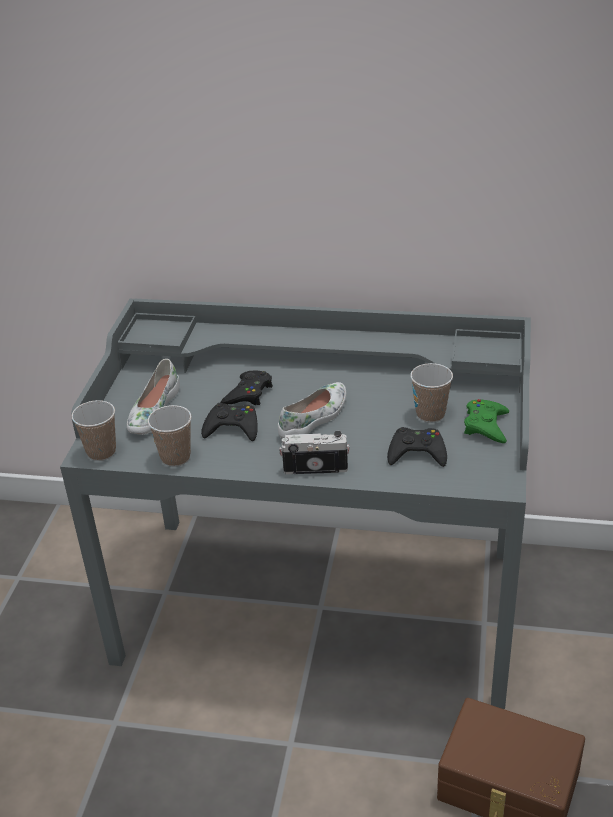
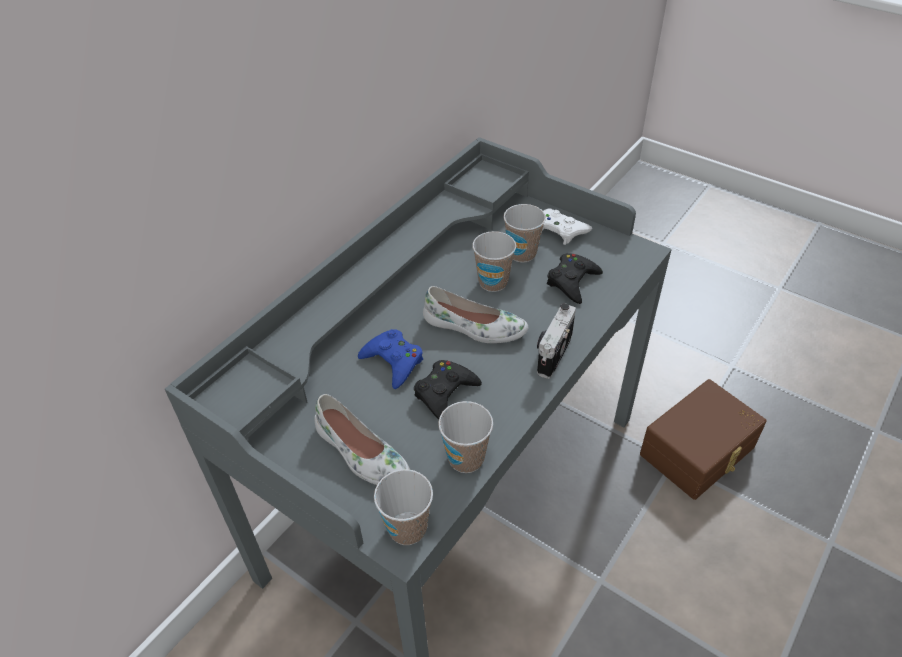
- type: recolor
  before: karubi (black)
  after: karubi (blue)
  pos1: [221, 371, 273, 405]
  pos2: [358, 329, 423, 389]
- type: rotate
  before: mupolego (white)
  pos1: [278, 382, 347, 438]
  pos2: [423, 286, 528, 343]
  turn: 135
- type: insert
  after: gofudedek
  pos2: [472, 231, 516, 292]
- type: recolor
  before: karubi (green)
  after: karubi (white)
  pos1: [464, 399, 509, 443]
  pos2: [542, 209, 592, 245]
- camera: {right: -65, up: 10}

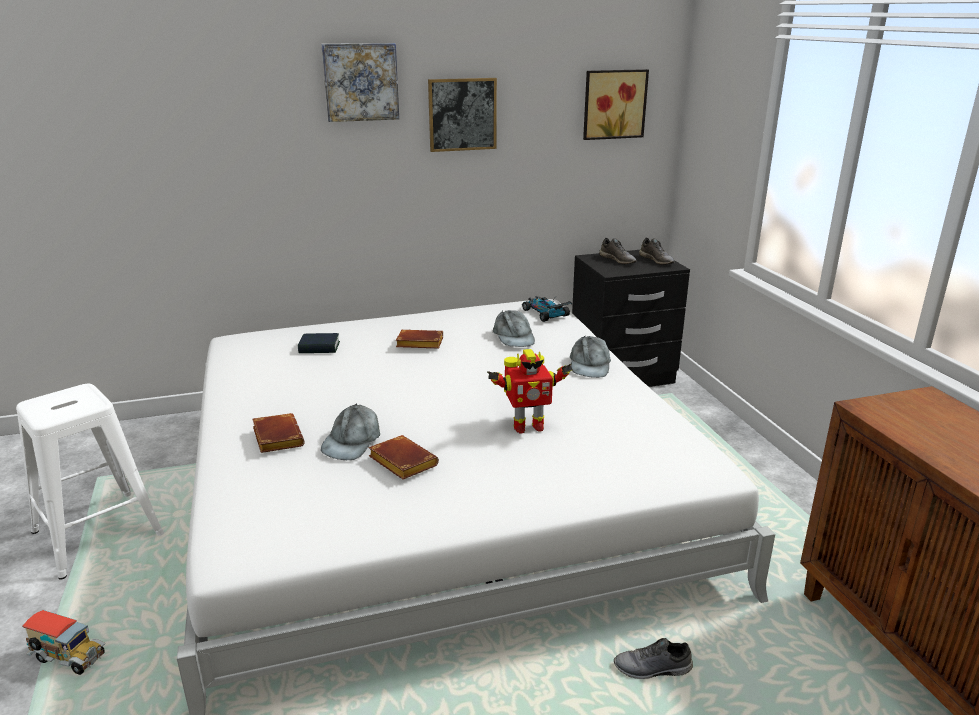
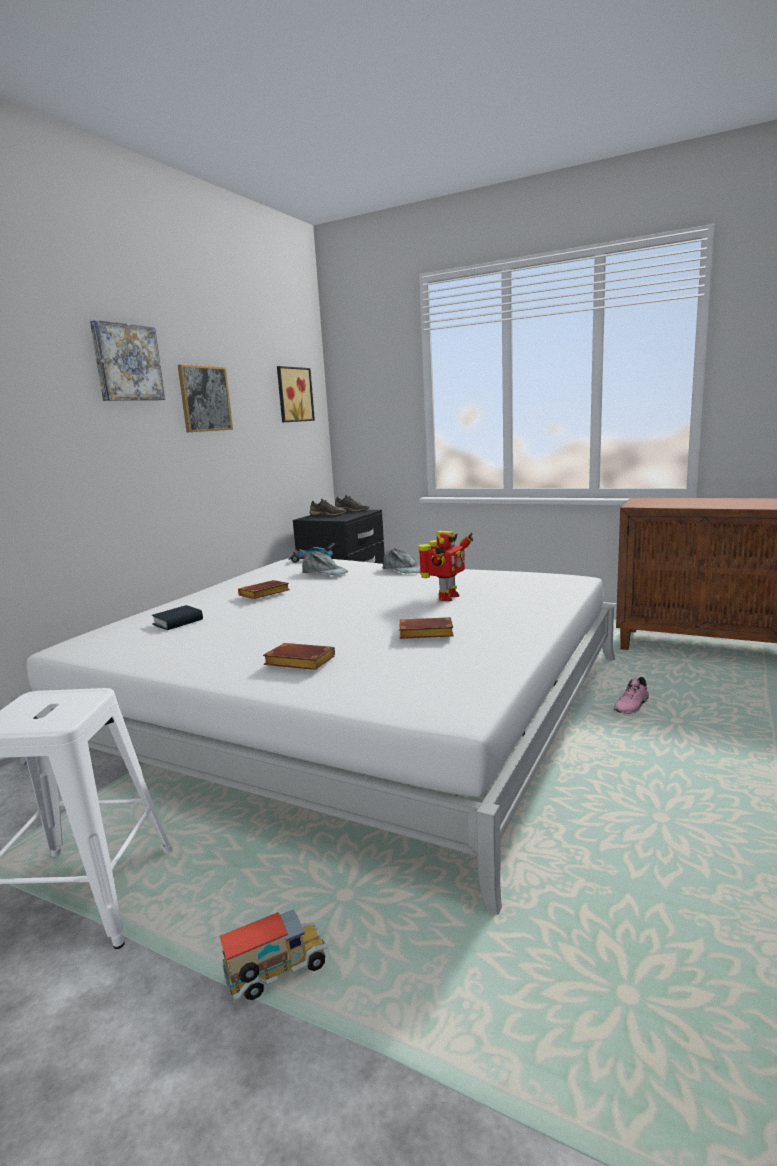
- type: recolor
  before: mupolego (grey)
  after: mupolego (pink)
  pos1: [614, 638, 693, 679]
  pos2: [614, 677, 649, 714]
- type: delete
  before: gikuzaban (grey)
  pos1: [321, 403, 380, 460]
- camera: {right: -45, up: -10}

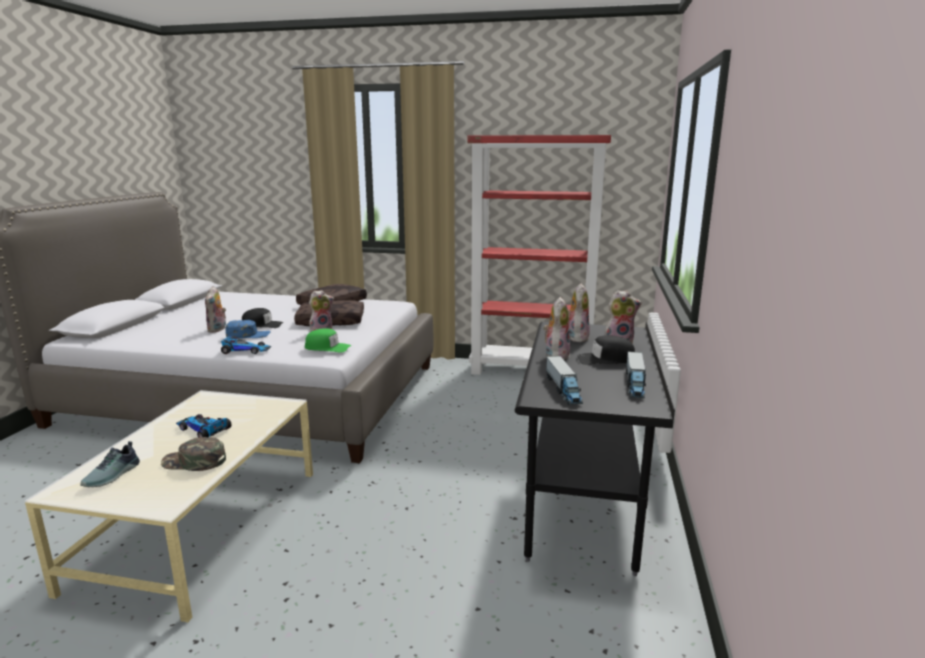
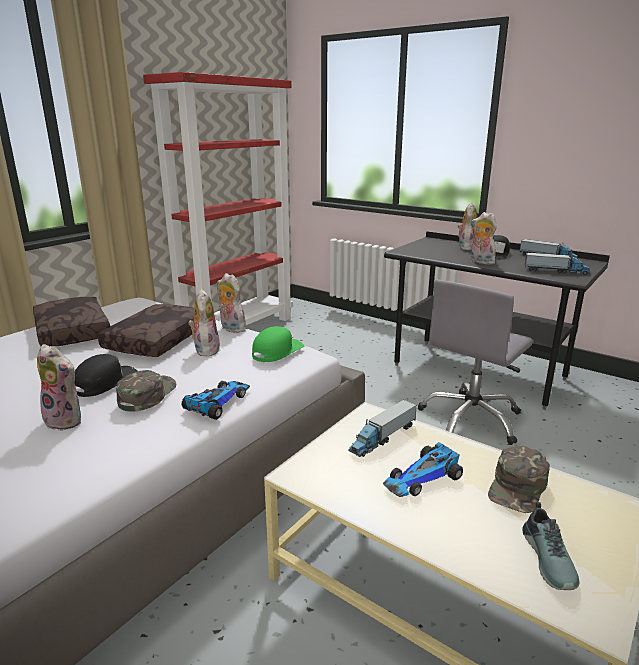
- type: recolor
  before: gikuzaban (blue)
  after: gikuzaban (green)
  pos1: [226, 320, 271, 339]
  pos2: [116, 370, 176, 411]
- type: move
  before: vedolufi
  pos1: [568, 284, 590, 342]
  pos2: [217, 273, 246, 333]
- type: insert
  after: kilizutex
  pos2: [349, 399, 417, 457]
- type: insert
  after: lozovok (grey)
  pos2: [418, 280, 533, 445]
- type: rotate
  before: mupolego
  pos1: [80, 441, 140, 487]
  pos2: [522, 502, 580, 590]
  turn: 45
- camera: {right: -65, up: 5}

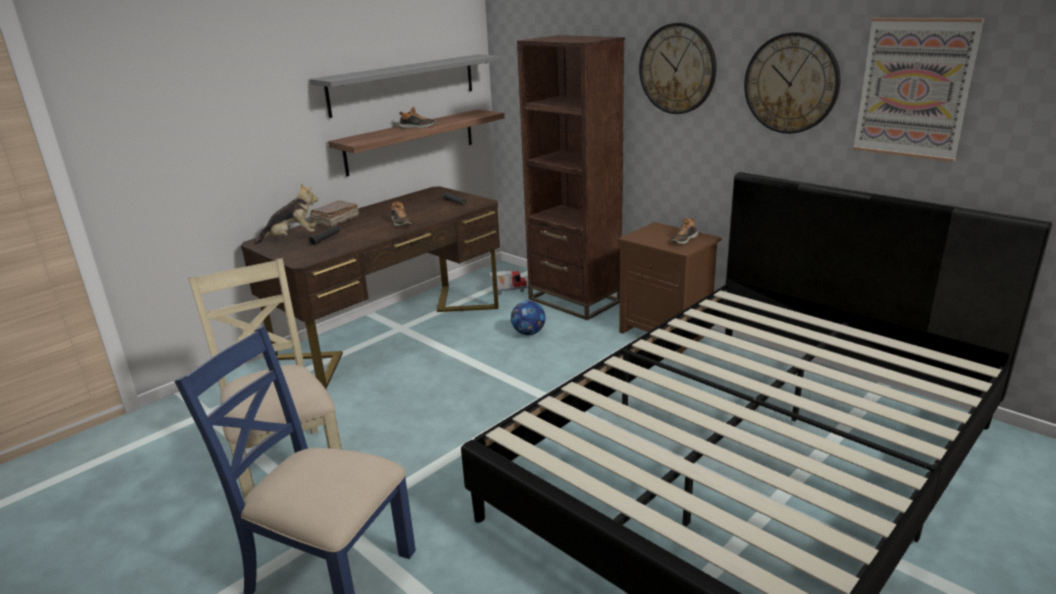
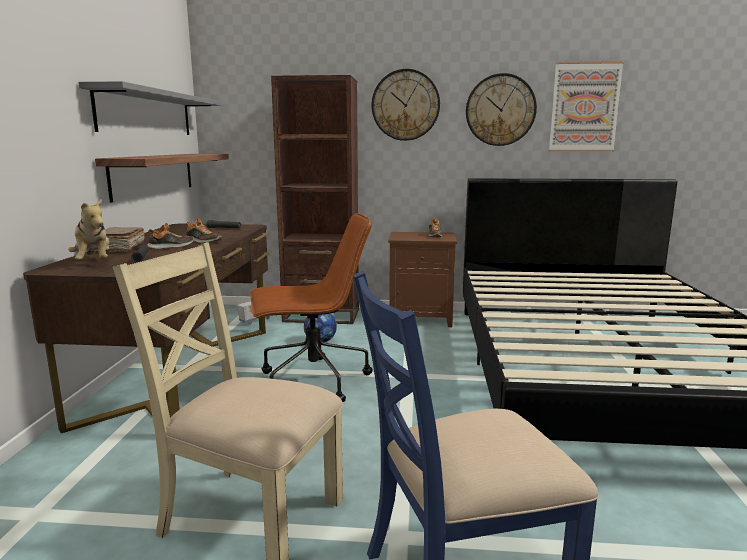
- type: rotate
  before: vedolufi
  pos1: [254, 184, 318, 245]
  pos2: [68, 199, 109, 260]
  turn: 120
- type: move
  before: mupolego
  pos1: [398, 107, 437, 128]
  pos2: [147, 223, 194, 249]
- type: insert
  after: lozovok (brown)
  pos2: [250, 213, 373, 402]
- camera: {right: -40, up: -10}

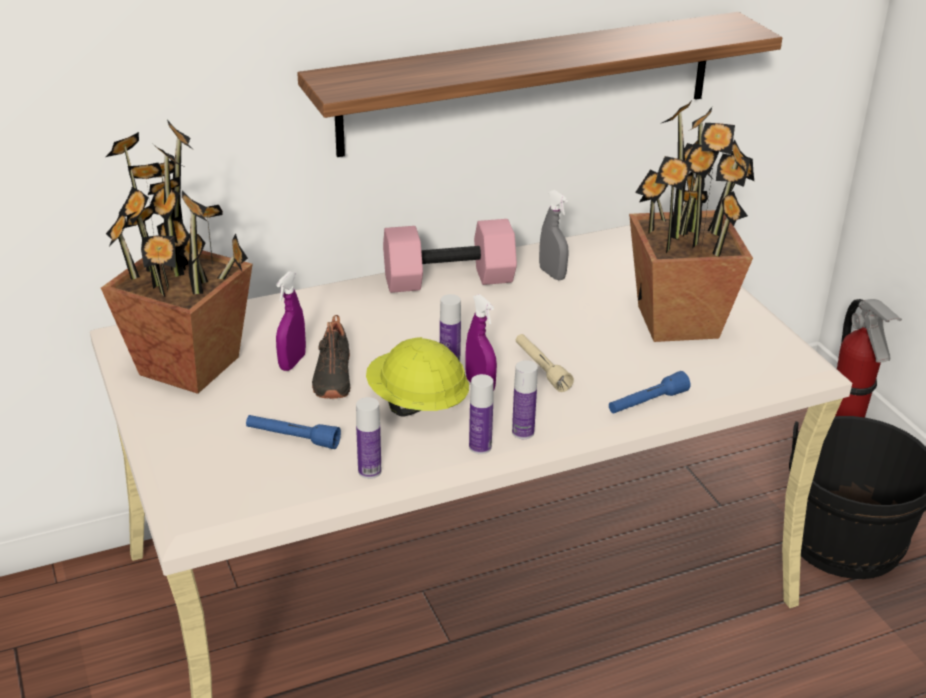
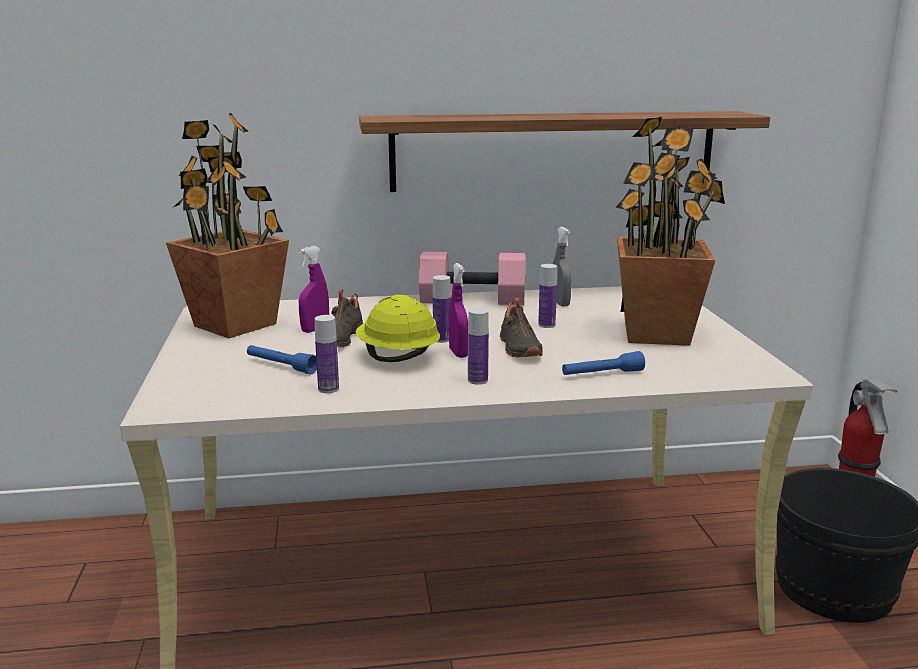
- type: replace
  before: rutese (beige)
  after: mupolego (black)
  pos1: [516, 334, 574, 392]
  pos2: [500, 298, 543, 357]
- type: move
  before: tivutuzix
  pos1: [469, 374, 493, 454]
  pos2: [538, 264, 557, 328]
- camera: {right: 15, up: -15}

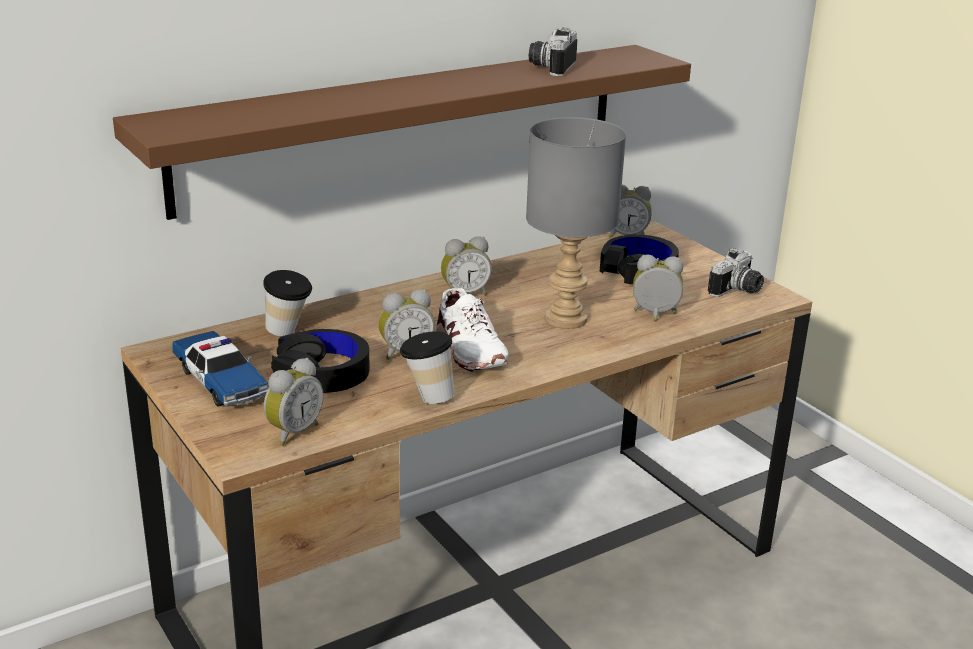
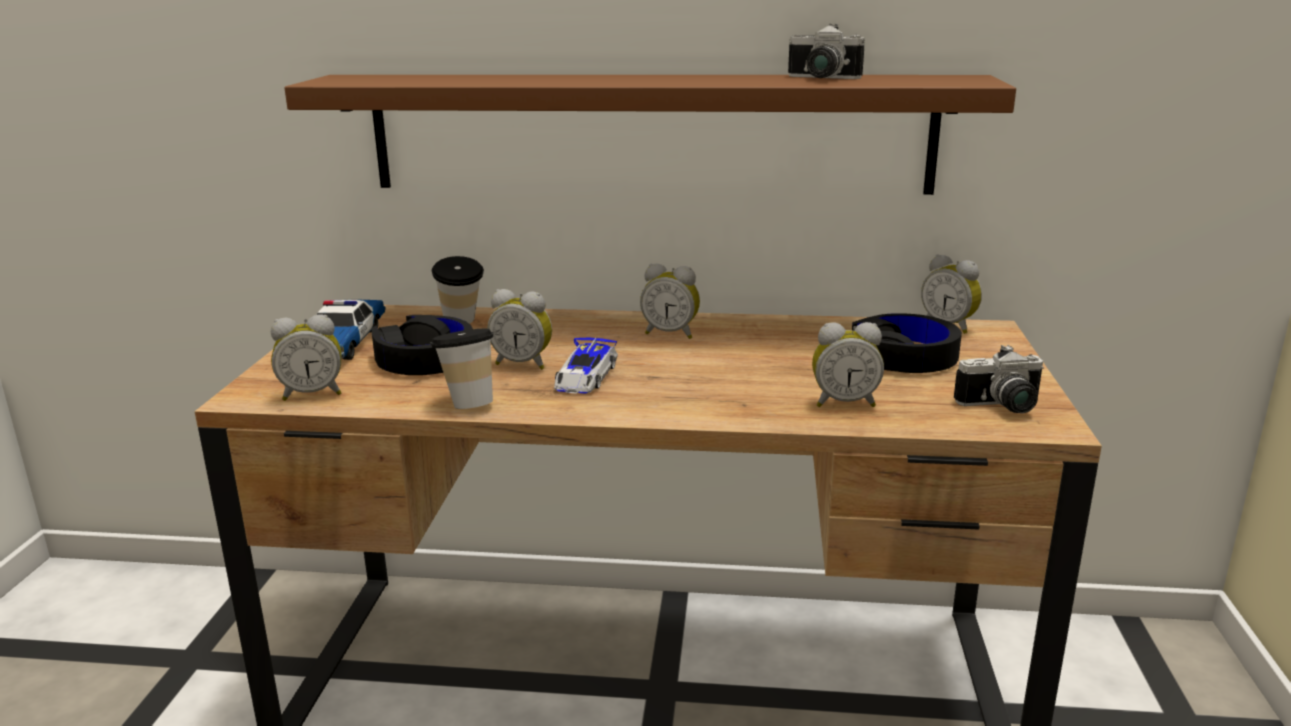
- type: replace
  before: mupolego (white)
  after: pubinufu
  pos1: [436, 288, 509, 372]
  pos2: [554, 338, 618, 394]
- type: rotate
  before: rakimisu
  pos1: [529, 27, 578, 76]
  pos2: [788, 24, 865, 79]
  turn: -120
- type: rotate
  before: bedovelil
  pos1: [633, 255, 683, 321]
  pos2: [812, 322, 884, 407]
  turn: 135
- type: delete
  before: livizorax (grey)
  pos1: [526, 117, 626, 329]
- camera: {right: 40, up: -5}

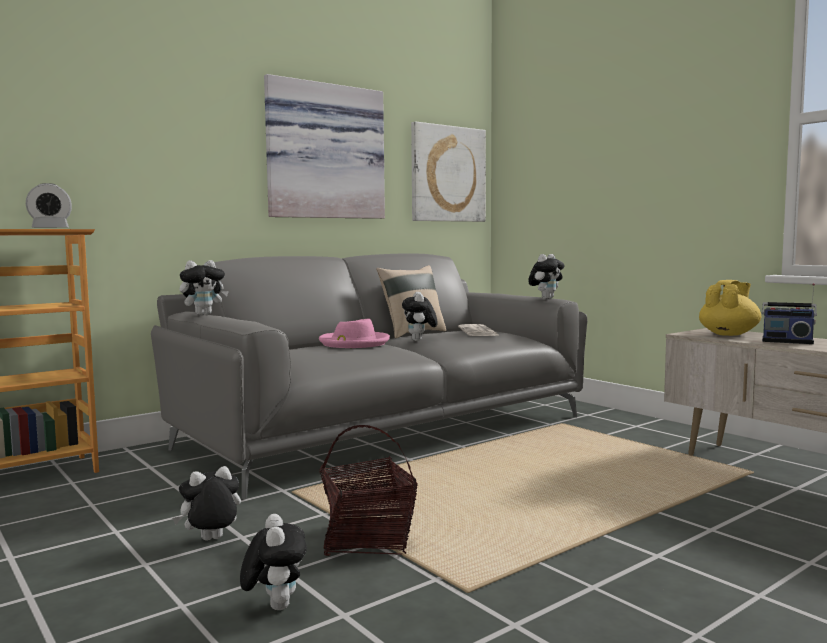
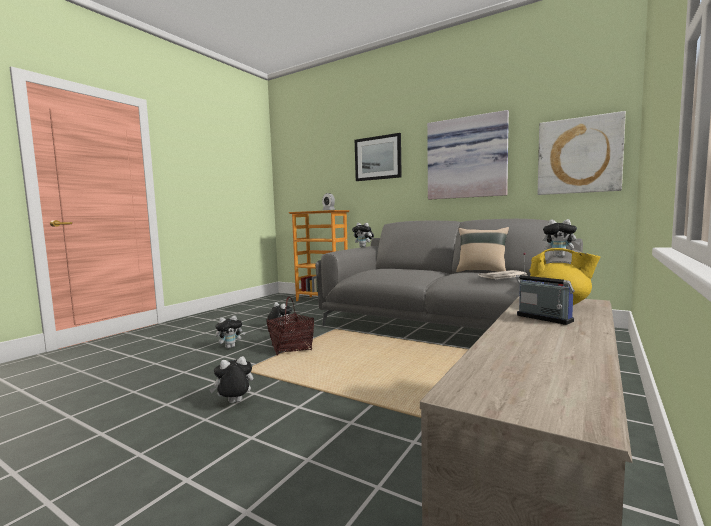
- type: move
  before: vedolufi
  pos1: [402, 292, 438, 341]
  pos2: [209, 356, 253, 403]
- type: insert
  after: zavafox
  pos2: [355, 133, 402, 181]
- type: rotate
  before: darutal
  pos1: [762, 283, 817, 344]
  pos2: [515, 253, 574, 325]
  turn: 135
- type: delete
  before: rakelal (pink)
  pos1: [319, 318, 390, 348]
- camera: {right: 70, up: 0}

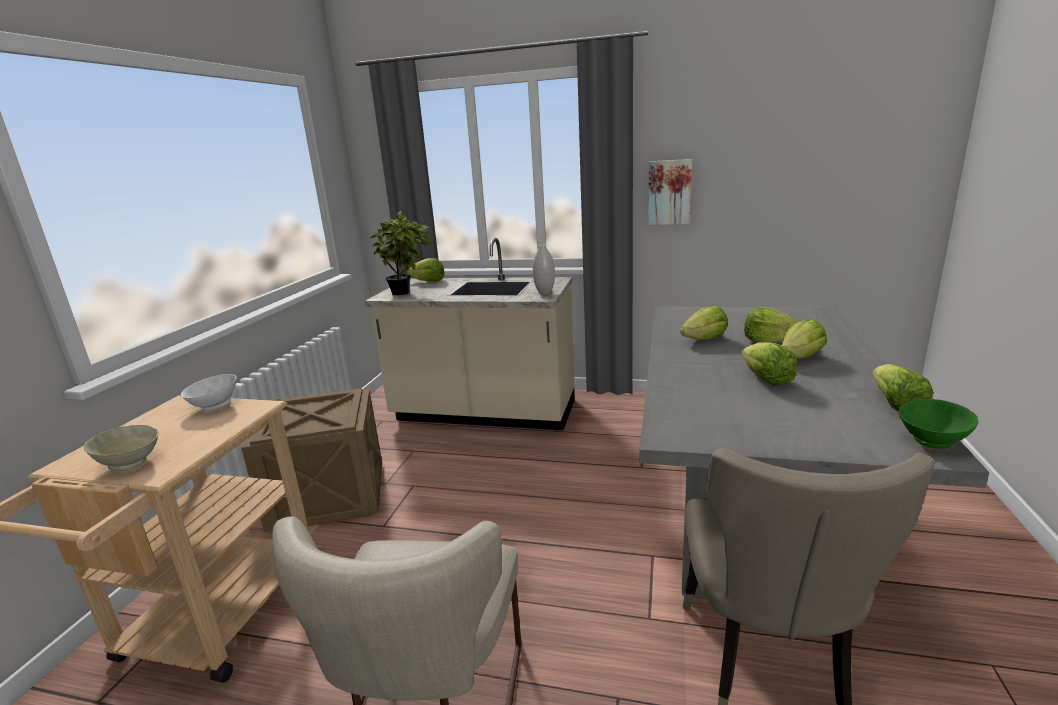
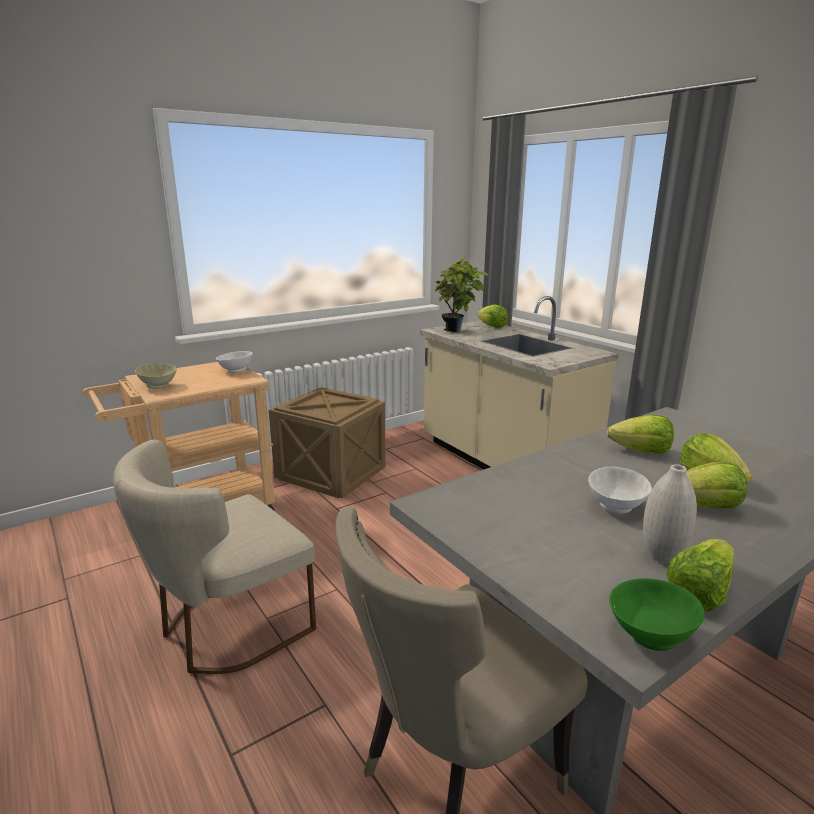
- type: replace
  before: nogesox
  after: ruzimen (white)
  pos1: [742, 342, 797, 386]
  pos2: [588, 467, 652, 514]
- type: move
  before: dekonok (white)
  pos1: [533, 245, 555, 295]
  pos2: [643, 464, 697, 563]
- type: delete
  before: zavafox
  pos1: [648, 159, 692, 225]
- camera: {right: 40, up: 0}

